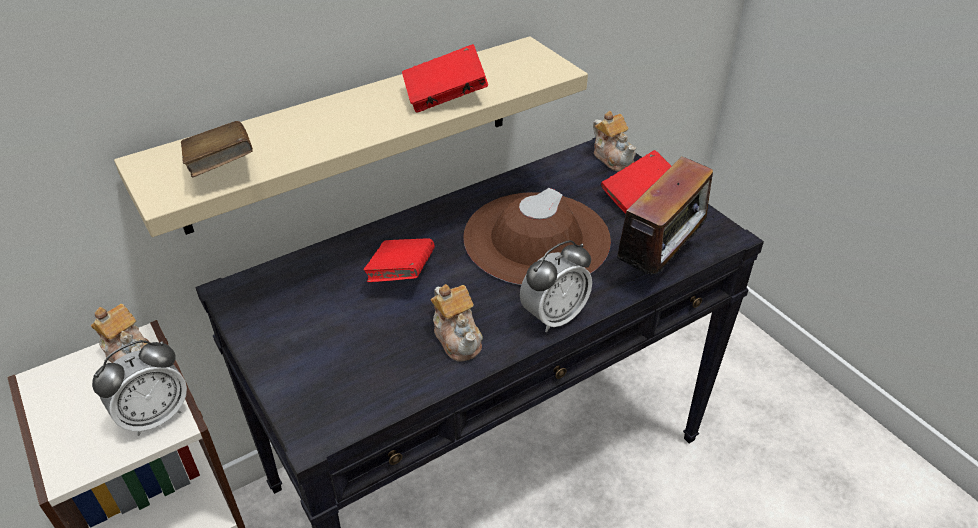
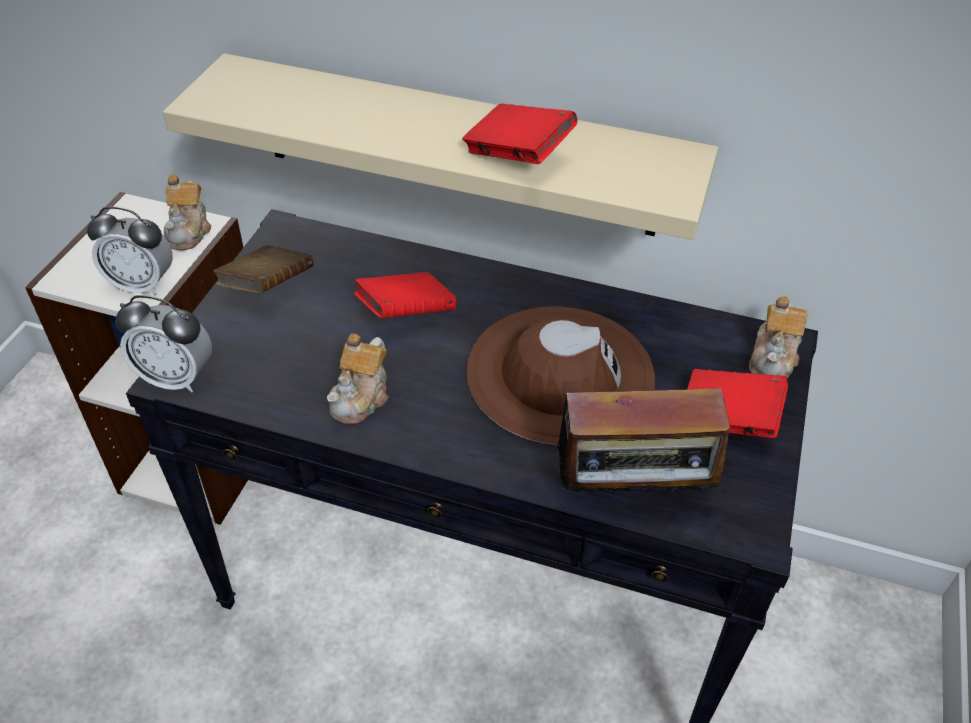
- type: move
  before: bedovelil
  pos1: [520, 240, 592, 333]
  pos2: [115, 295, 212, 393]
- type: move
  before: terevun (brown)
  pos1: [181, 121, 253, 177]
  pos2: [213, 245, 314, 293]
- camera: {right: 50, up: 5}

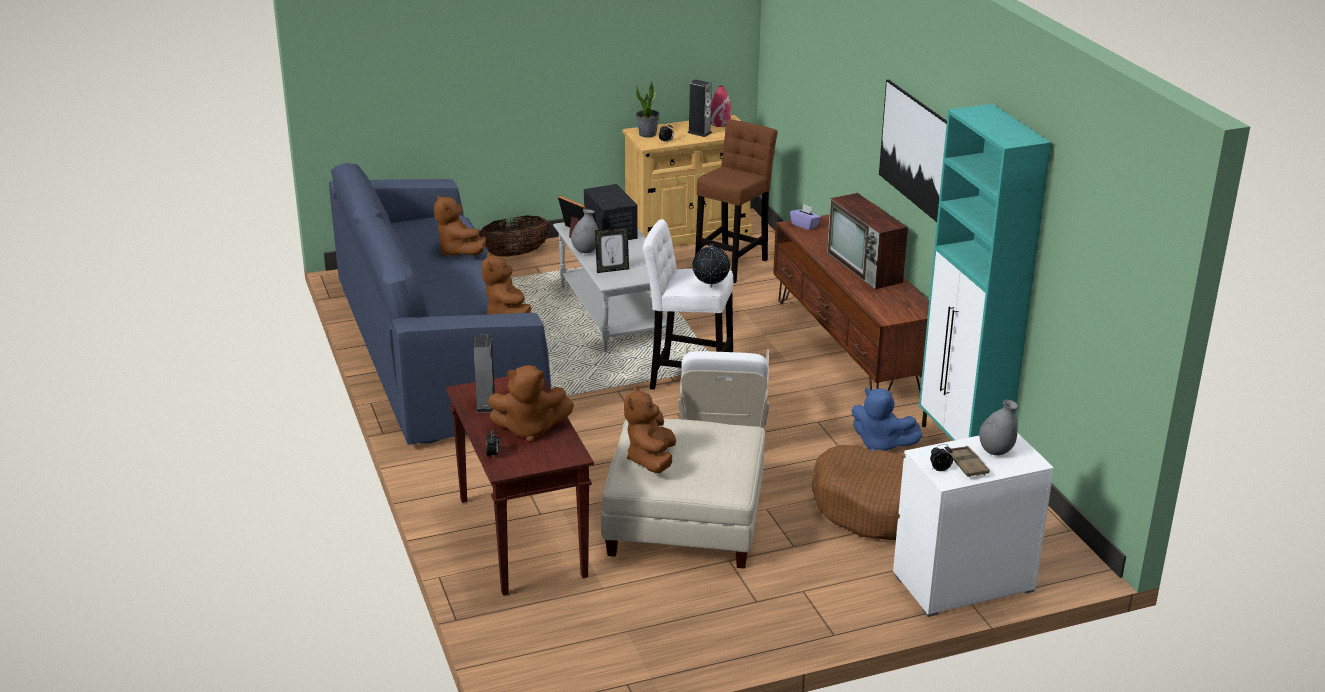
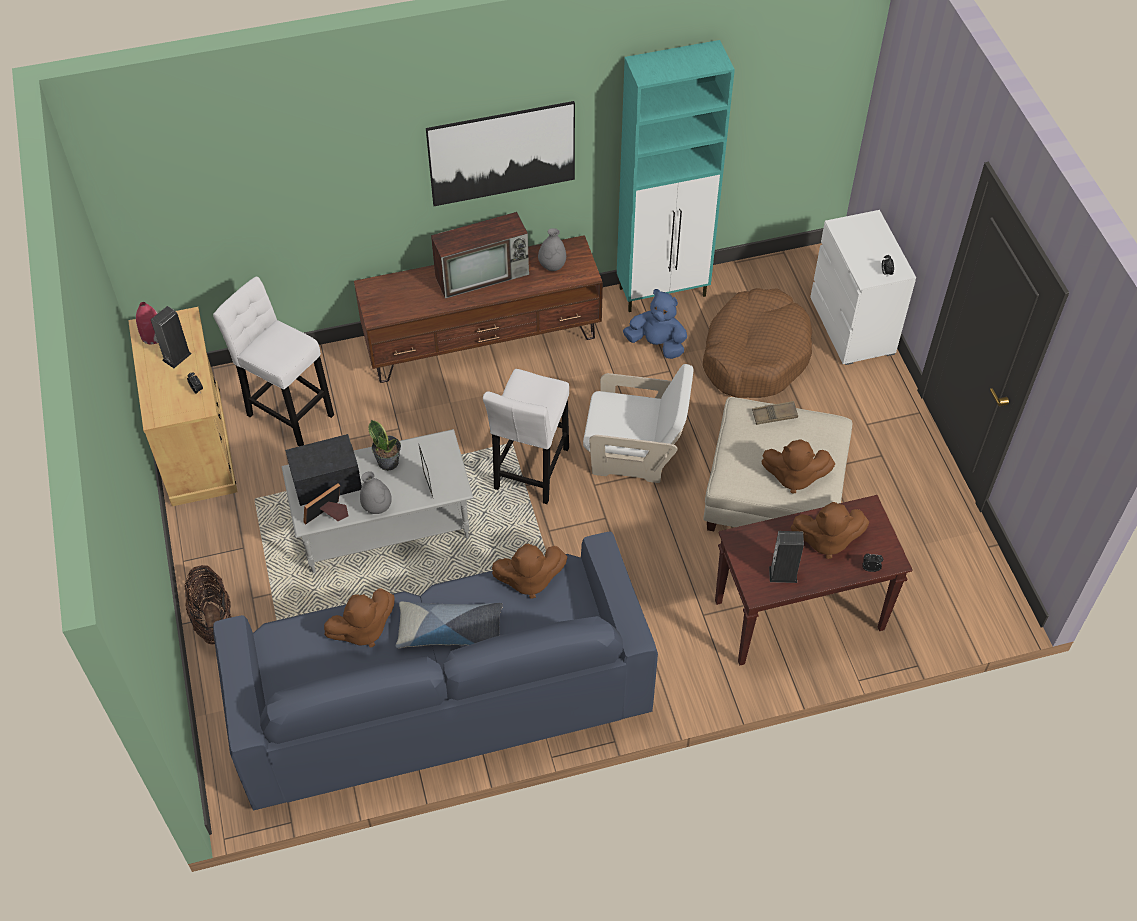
- type: recolor
  before: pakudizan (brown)
  after: pakudizan (white)
  pos1: [695, 119, 777, 283]
  pos2: [213, 277, 334, 446]
- type: move
  before: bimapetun
  pos1: [636, 81, 660, 138]
  pos2: [368, 419, 401, 471]
- type: insert
  after: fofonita
  pos2: [396, 601, 503, 648]
- type: move
  before: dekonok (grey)
  pos1: [979, 400, 1018, 456]
  pos2: [538, 228, 566, 271]
- type: rotate
  before: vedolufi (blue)
  pos1: [851, 388, 923, 451]
  pos2: [623, 289, 687, 359]
  turn: -105
- type: move
  before: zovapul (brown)
  pos1: [946, 446, 990, 477]
  pos2: [752, 401, 798, 425]
- type: rotate
  before: vedolufi (brown)
  pos1: [488, 365, 574, 442]
  pos2: [790, 502, 869, 559]
  turn: 90
- type: delete
  before: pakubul
  pos1: [692, 244, 730, 287]
- type: delete
  before: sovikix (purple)
  pos1: [790, 204, 821, 230]
- camera: {right: -85, up: 25}

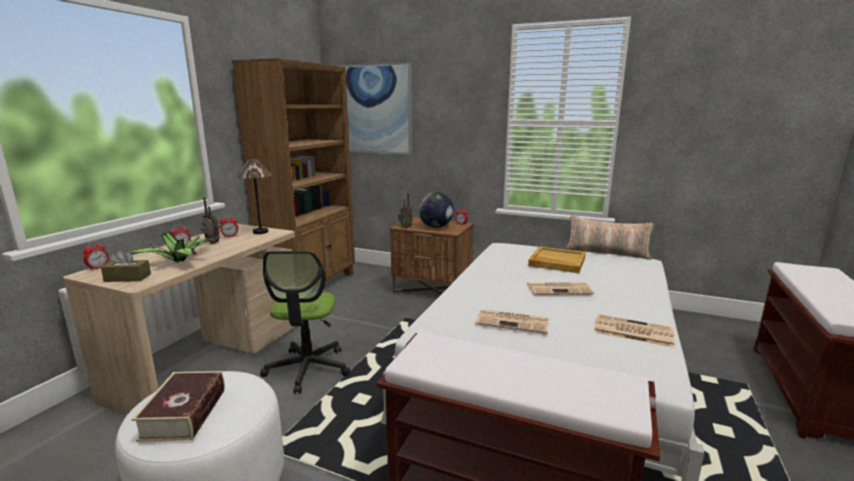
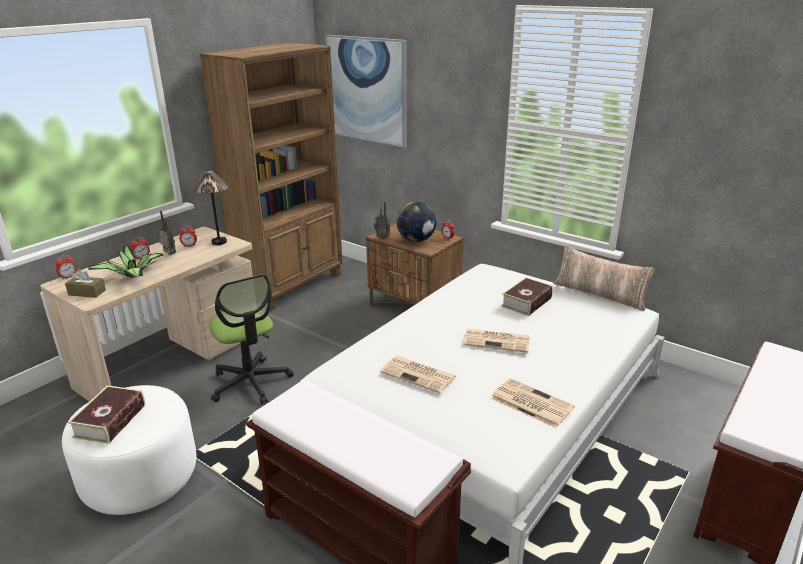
- type: rotate
  before: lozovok
  pos1: [260, 251, 350, 394]
  pos2: [209, 274, 294, 404]
  turn: -45
- type: replace
  before: zovapul (beige)
  after: terevun
  pos1: [528, 246, 586, 273]
  pos2: [501, 277, 553, 316]
- camera: {right: 15, up: 10}

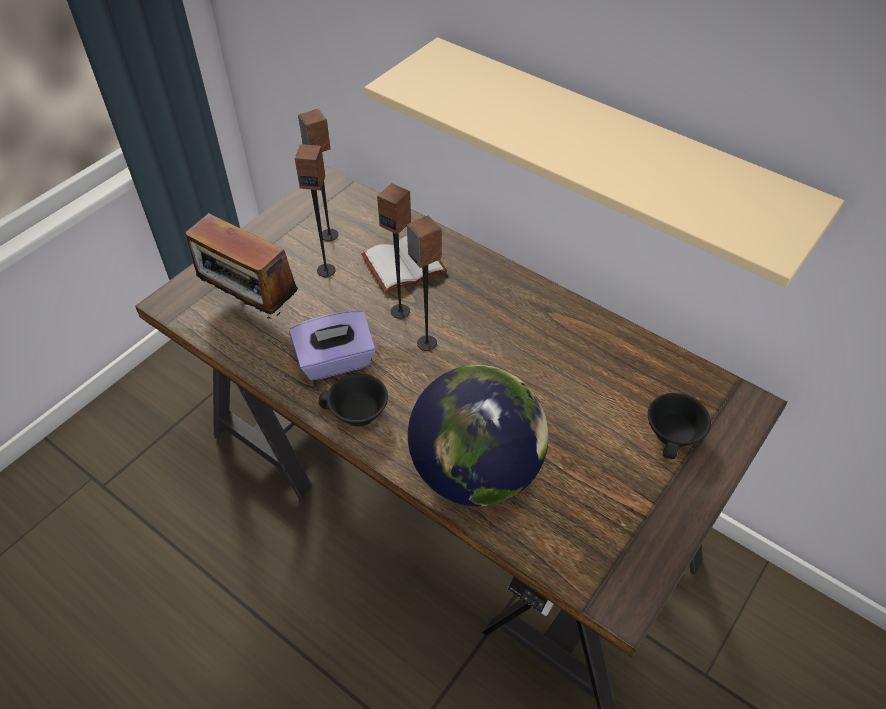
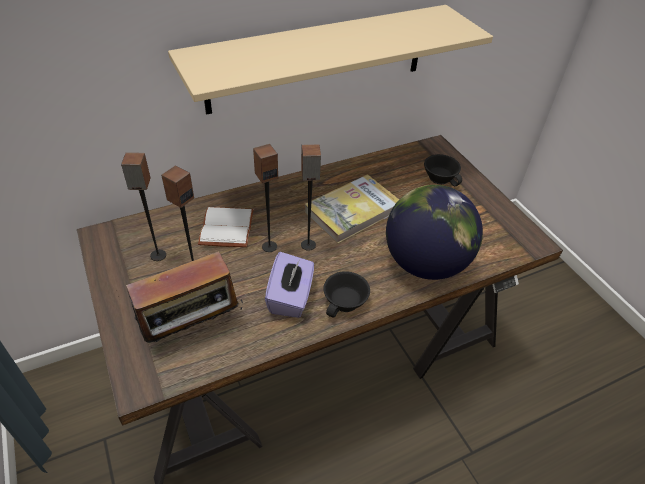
- type: insert
  after: terevun
  pos2: [305, 175, 399, 243]
- camera: {right: -65, up: -5}

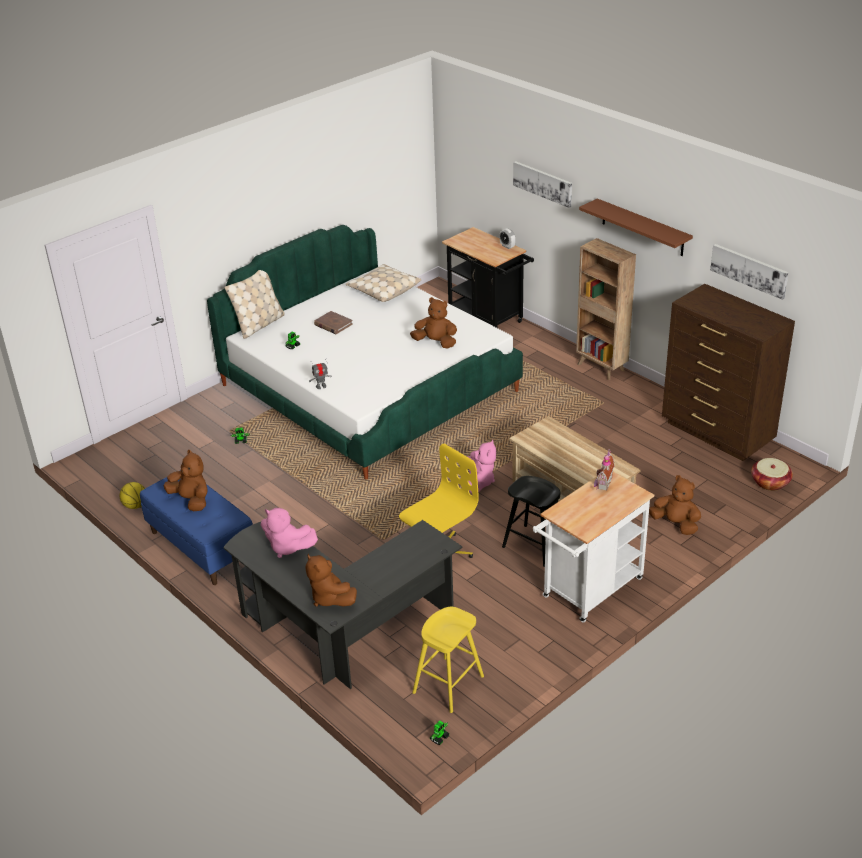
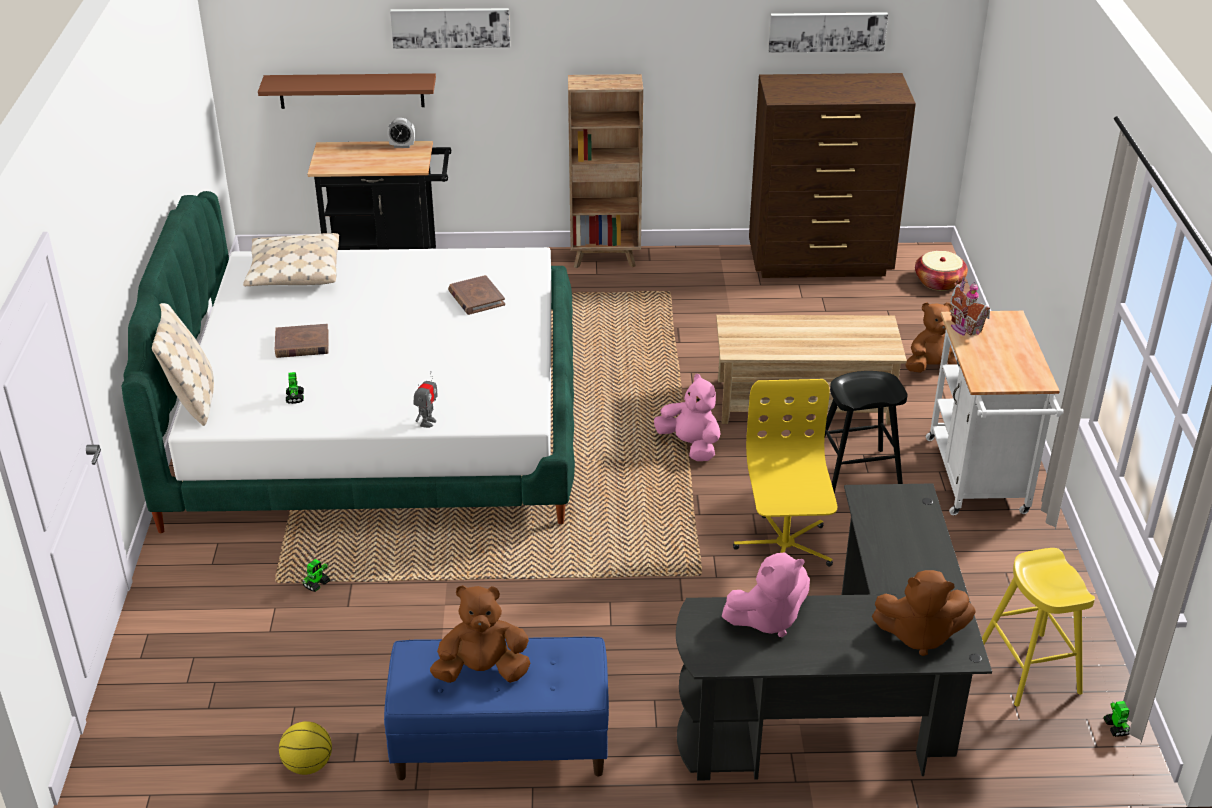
- type: move
  before: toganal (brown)
  pos1: [579, 198, 693, 256]
  pos2: [258, 73, 436, 109]
- type: replace
  before: vedolufi (brown)
  after: terevun (brown)
  pos1: [410, 297, 457, 349]
  pos2: [448, 275, 505, 315]
- camera: {right: -50, up: 0}

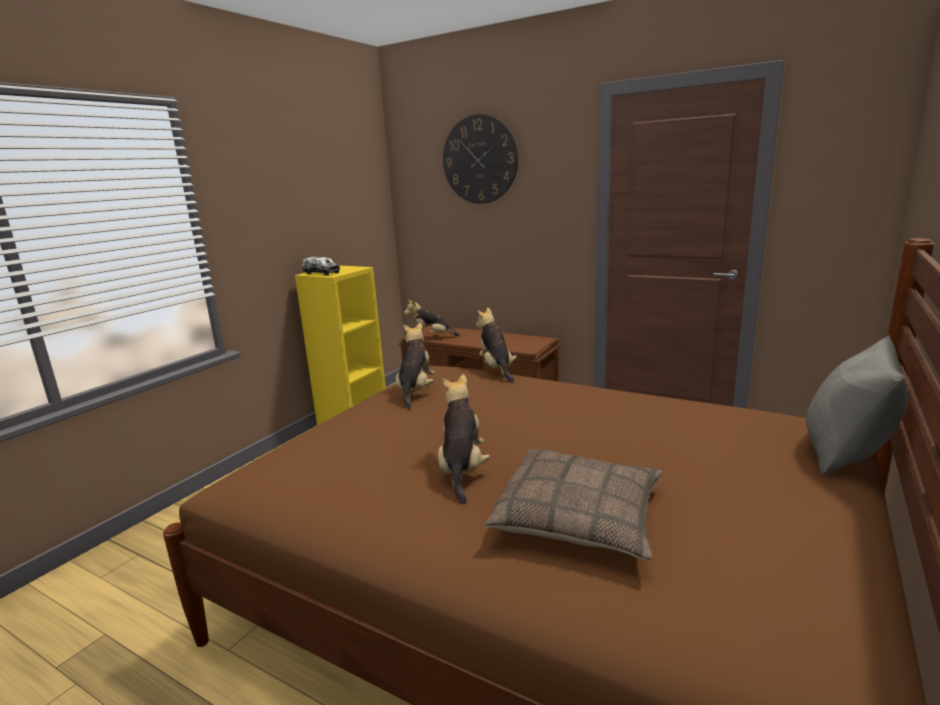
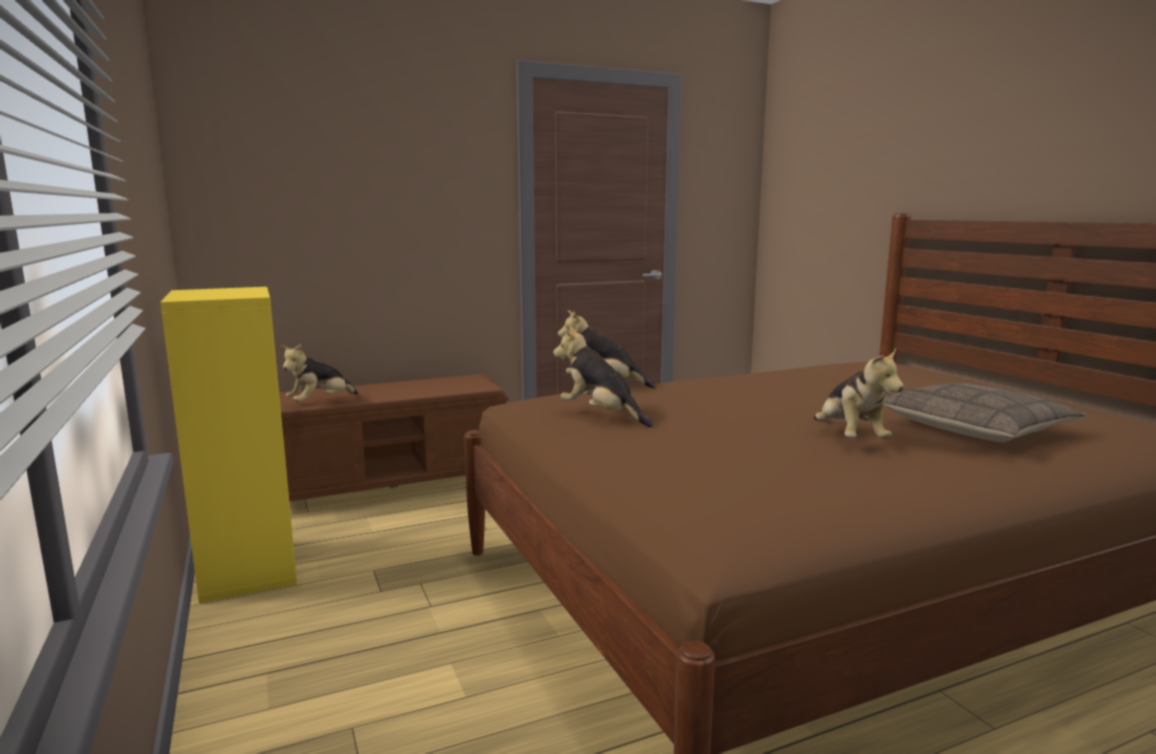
- type: rotate
  before: vedolufi
  pos1: [438, 374, 490, 504]
  pos2: [814, 348, 904, 439]
  turn: -135
- type: delete
  before: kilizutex
  pos1: [302, 257, 340, 276]
- type: delete
  before: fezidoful
  pos1: [443, 114, 518, 204]
- type: delete
  before: fofonita (grey)
  pos1: [806, 335, 908, 475]
- camera: {right: -55, up: -5}

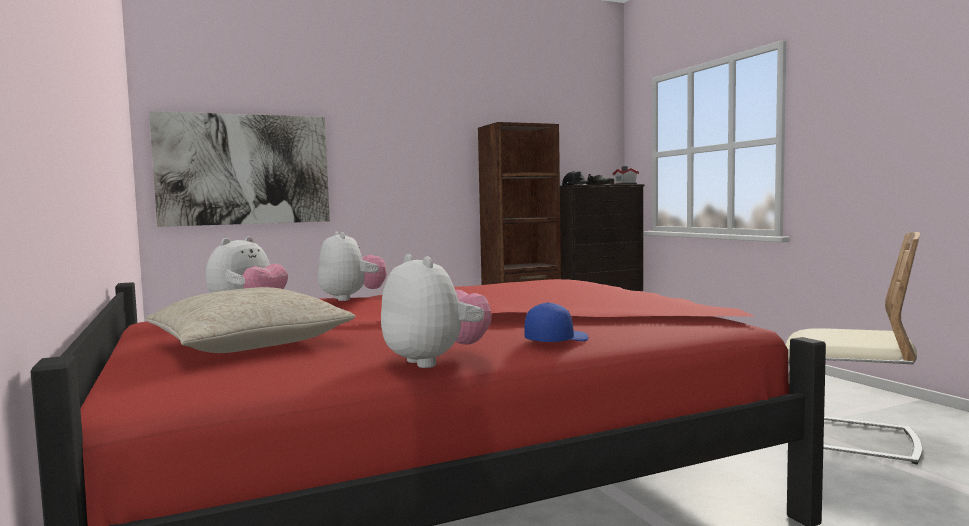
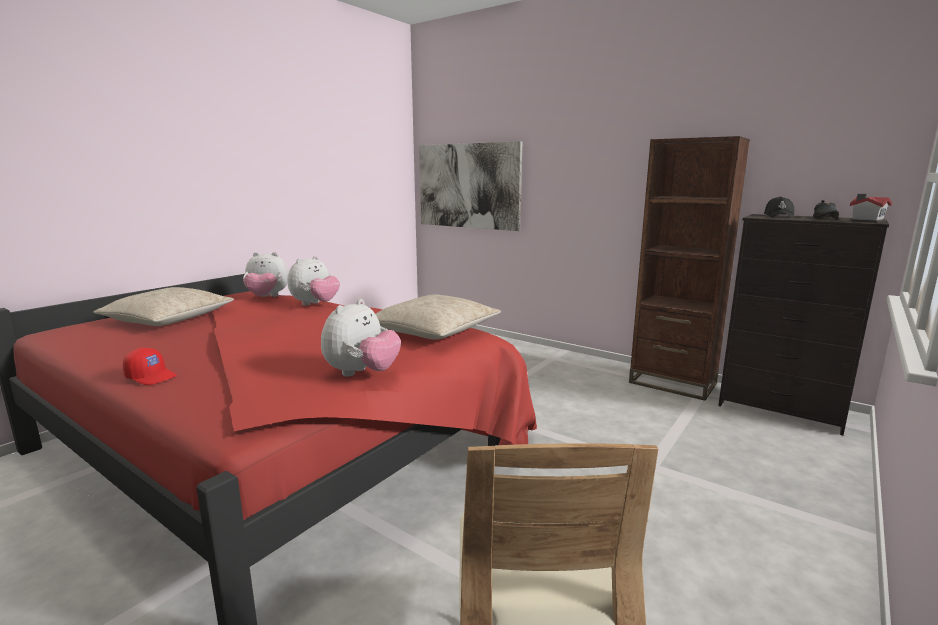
- type: recolor
  before: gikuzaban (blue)
  after: gikuzaban (red)
  pos1: [524, 302, 589, 342]
  pos2: [123, 348, 177, 385]
- type: move
  before: vedolufi
  pos1: [381, 254, 492, 368]
  pos2: [321, 299, 401, 377]
- type: insert
  after: fofonita (beige)
  pos2: [375, 295, 501, 340]
- camera: {right: 60, up: 10}

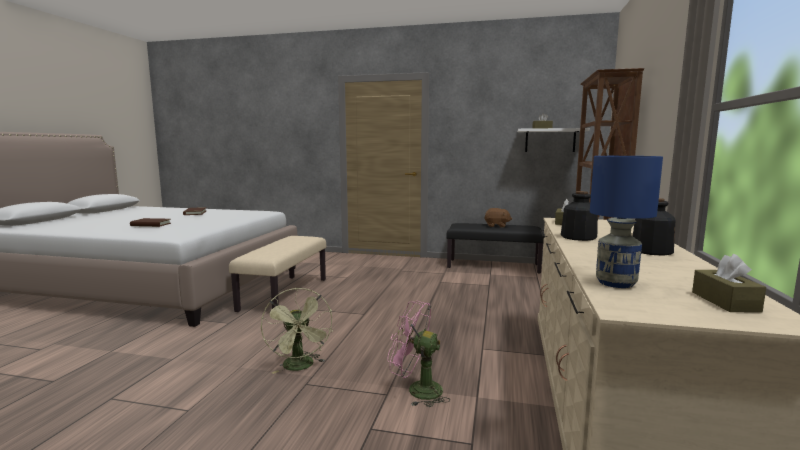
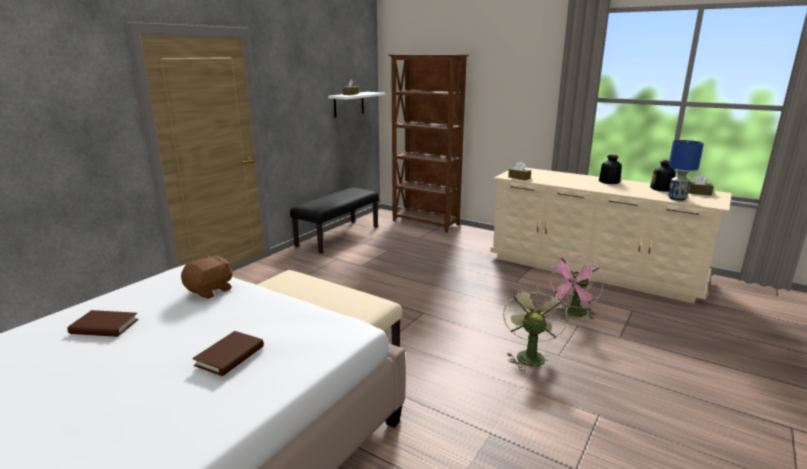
- type: move
  before: vedolufi (brown)
  pos1: [484, 208, 512, 228]
  pos2: [181, 256, 233, 299]
- type: rotate
  before: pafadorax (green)
  pos1: [261, 288, 333, 374]
  pos2: [503, 286, 568, 371]
  turn: -75
- type: move
  before: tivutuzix
  pos1: [561, 191, 598, 241]
  pos2: [650, 160, 676, 192]
- camera: {right: -70, up: 10}

